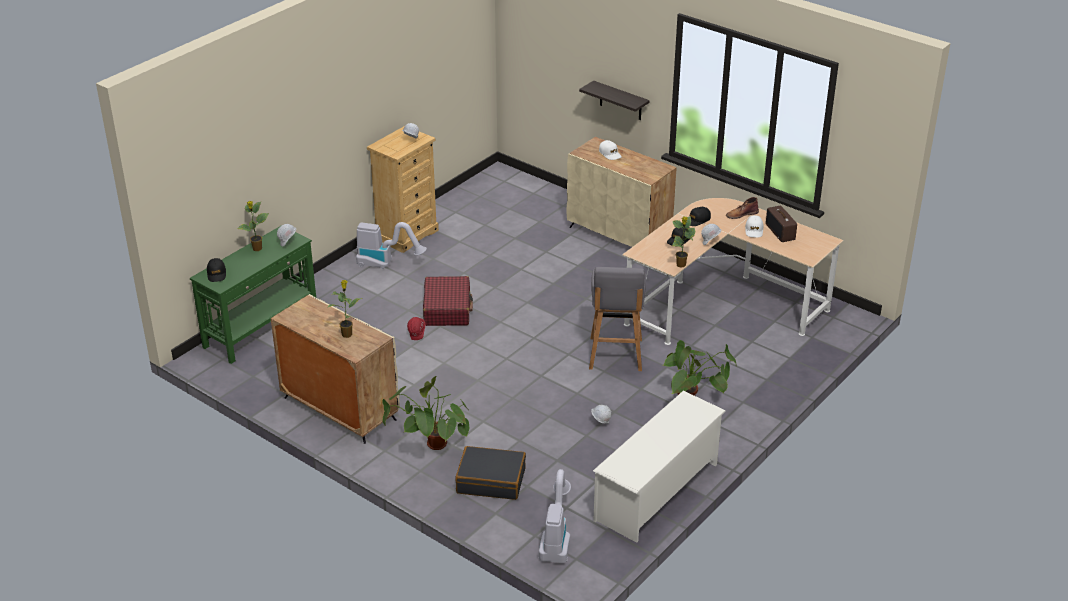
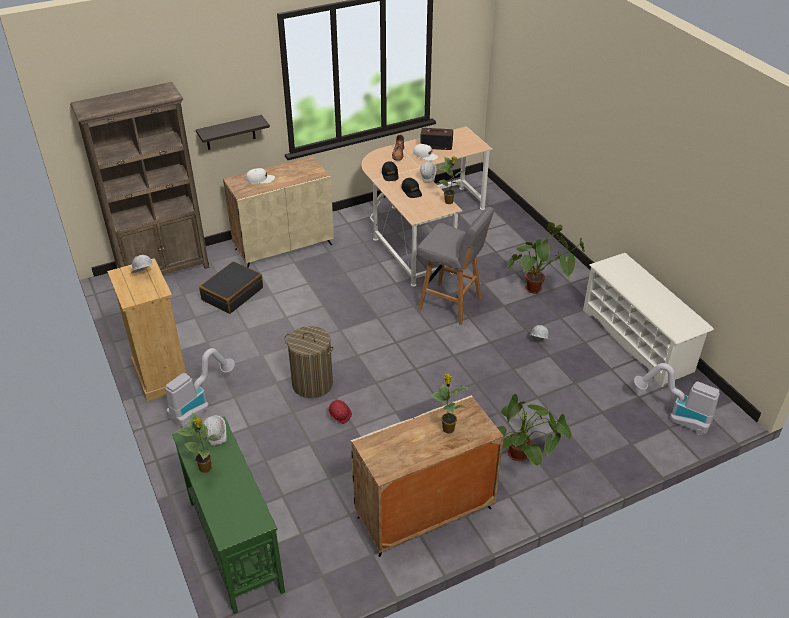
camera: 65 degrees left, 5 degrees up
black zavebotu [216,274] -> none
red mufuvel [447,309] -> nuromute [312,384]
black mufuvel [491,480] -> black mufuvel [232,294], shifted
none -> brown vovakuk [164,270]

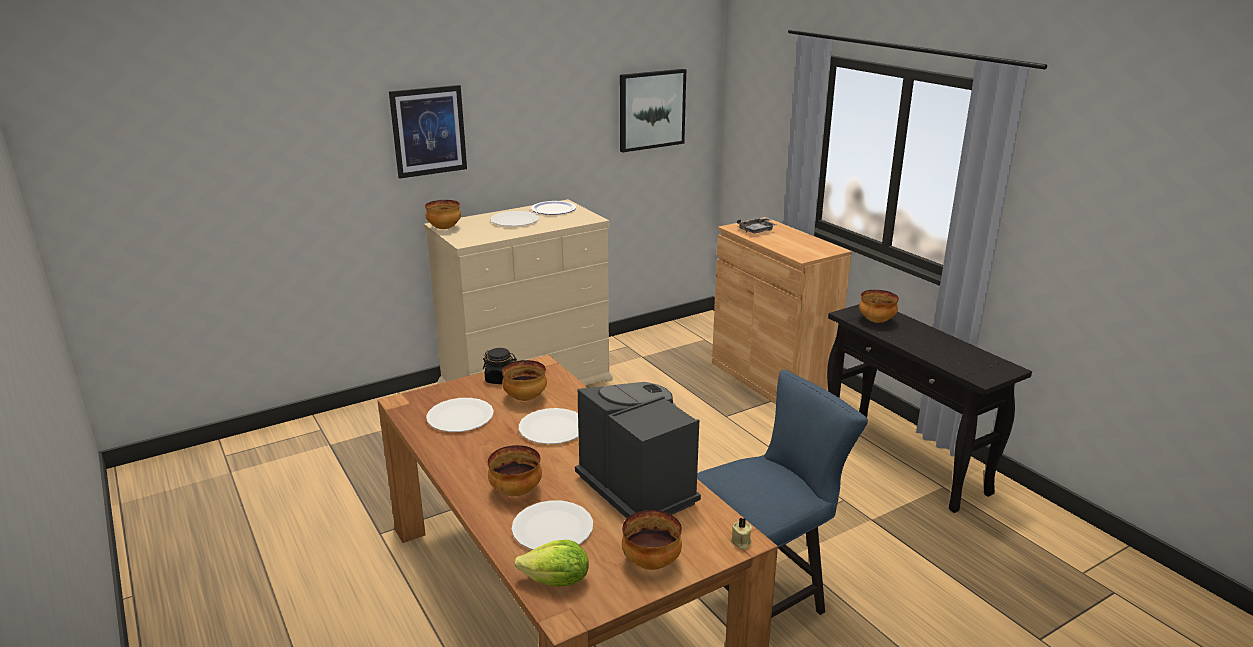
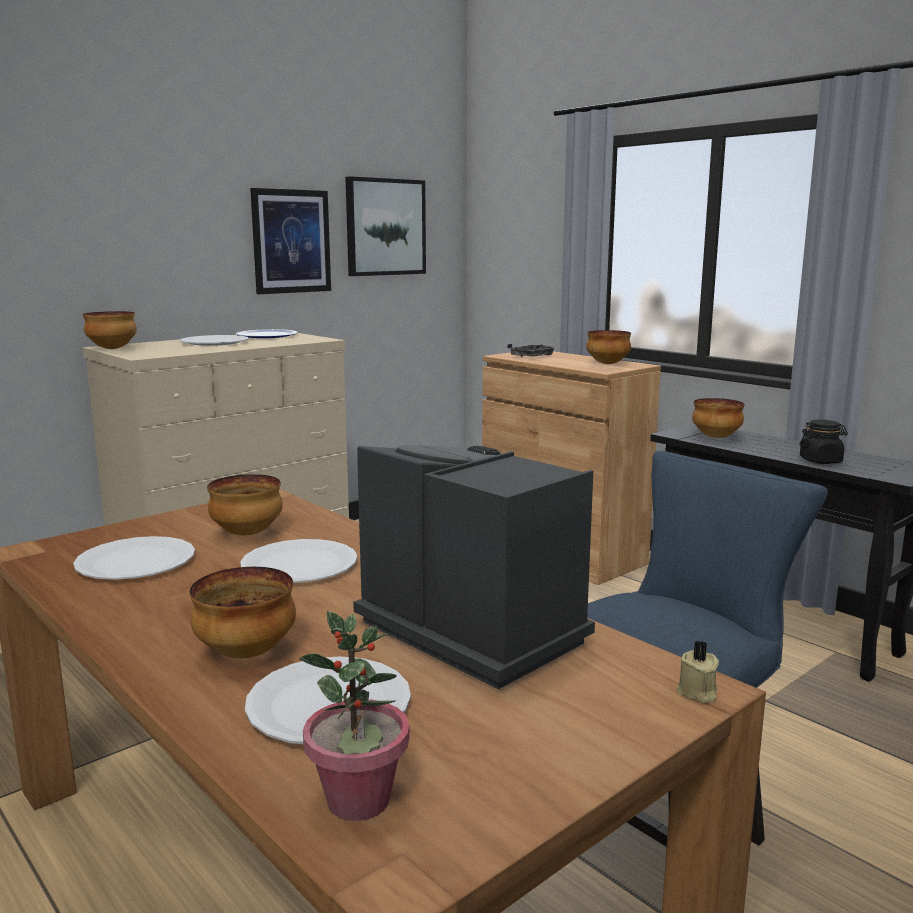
camera: 10 degrees left, 10 degrees down
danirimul [428,131] -> danirimul [291,241], shifted
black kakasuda [500,379] -> black kakasuda [821,461], shifted
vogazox [652,562] -> vogazox [608,364], shifted
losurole [556,582] -> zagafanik [358,801]

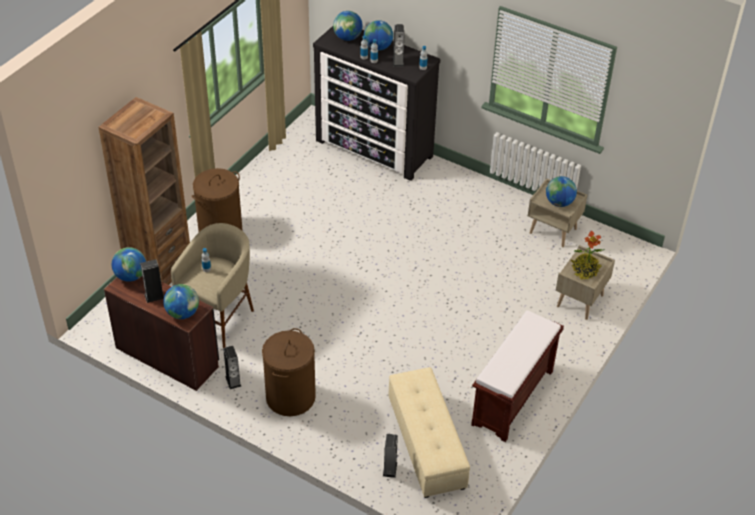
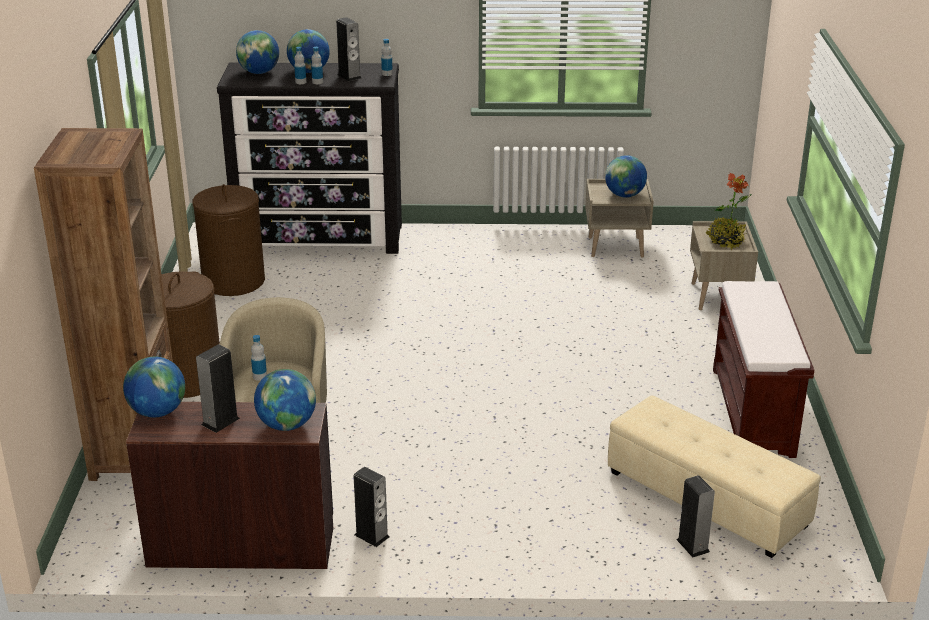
camera: 30 degrees left, 15 degrees down
brown nuromute [290,397] -> brown nuromute [233,281], shifted

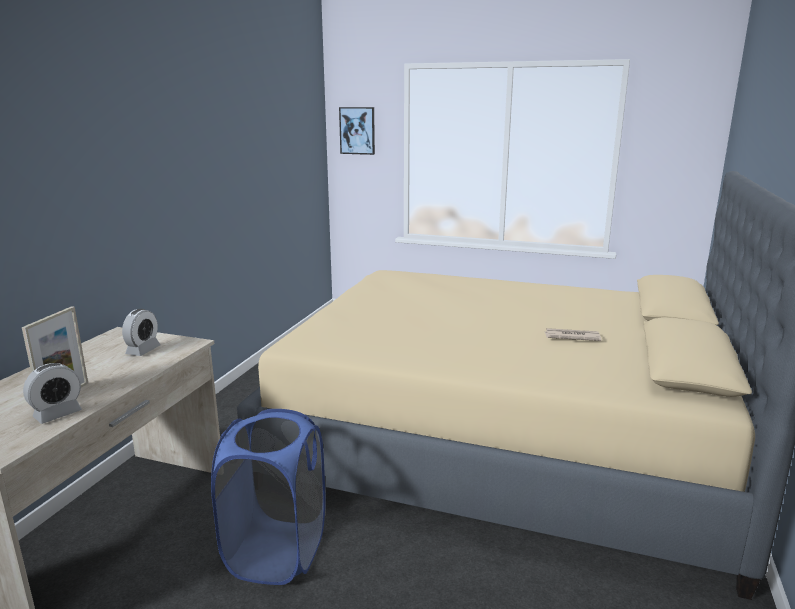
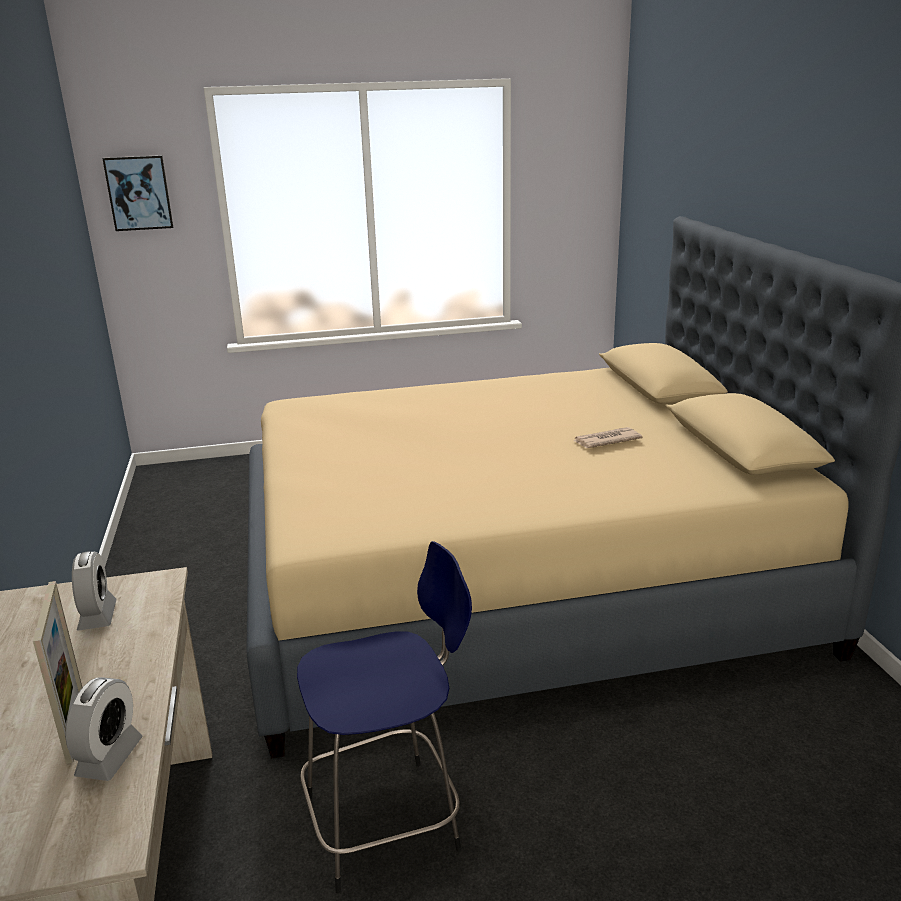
camera: 30 degrees left, 5 degrees up
blue nuromute [277,552] -> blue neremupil [388,821]

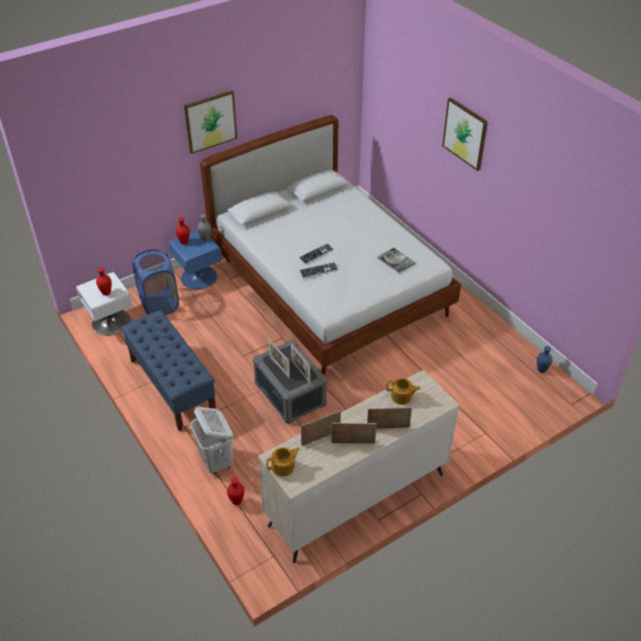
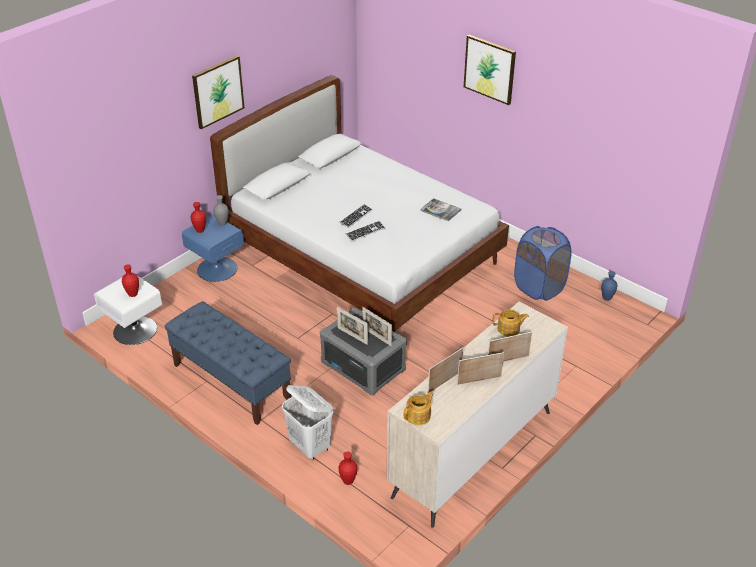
camera: 15 degrees left, 5 degrees down
blue nuromute [159,304] -> blue nuromute [539,287], shifted

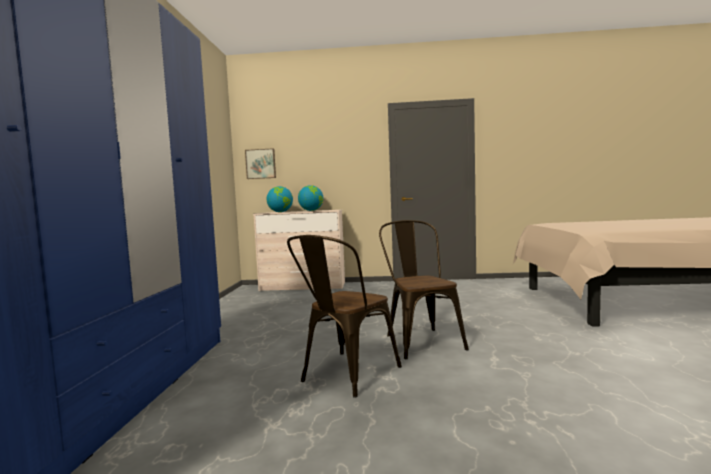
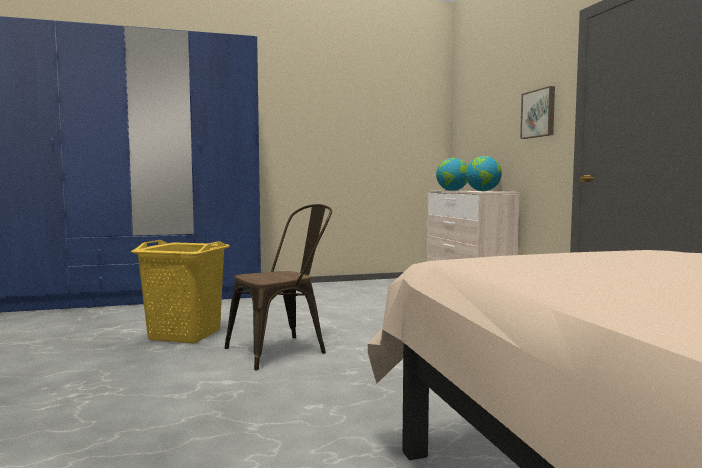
camera: 70 degrees right, 0 degrees up
danirimul [261,164] -> danirimul [539,113], shifted
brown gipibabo [345,376] -> yellow nuromute [185,334]

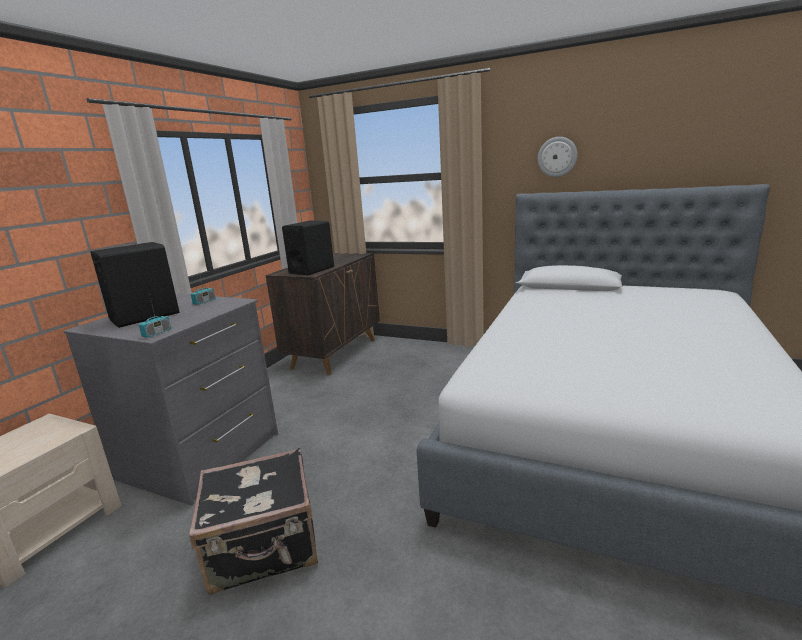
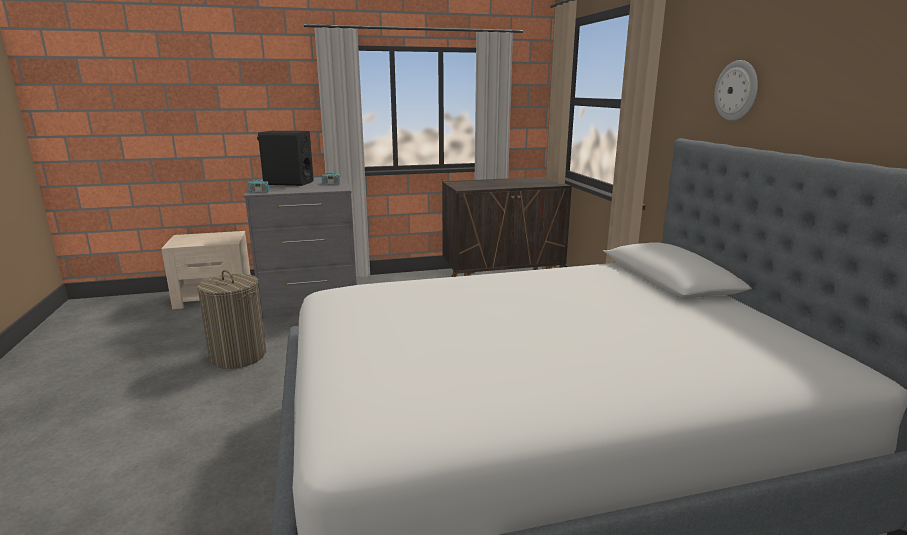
camera: 50 degrees right, 0 degrees up
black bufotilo [312,270] -> none
black mufuvel [265,547] -> nuromute [238,356]

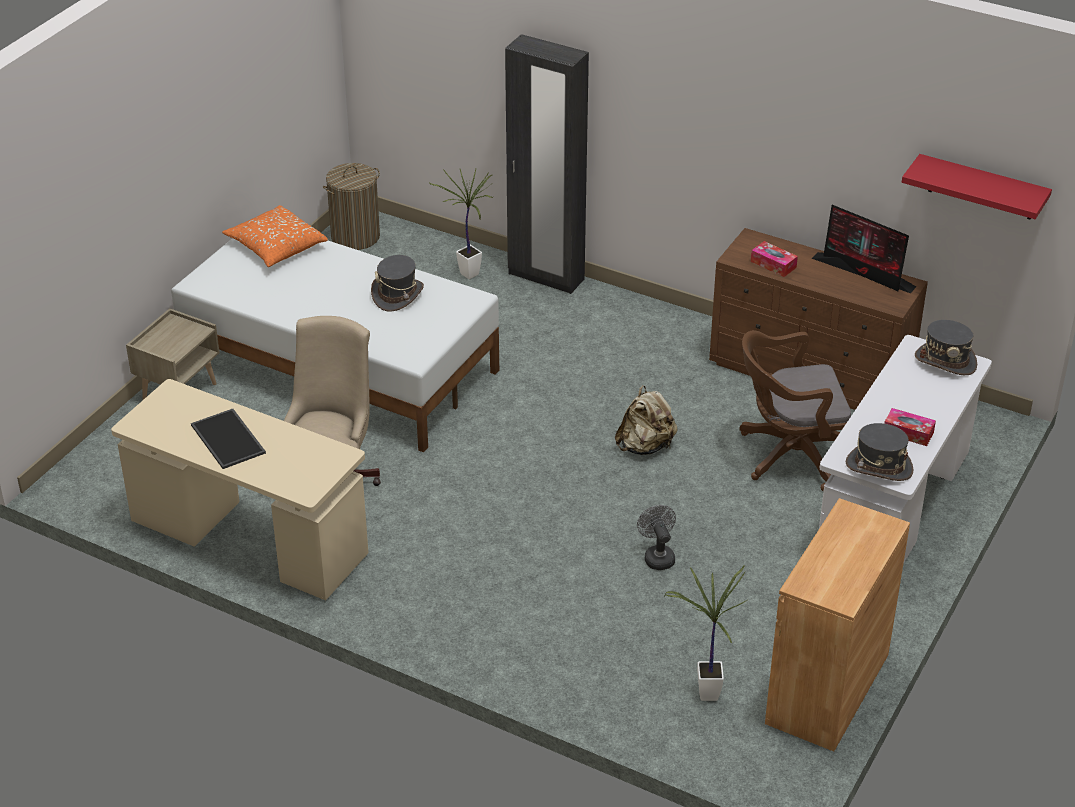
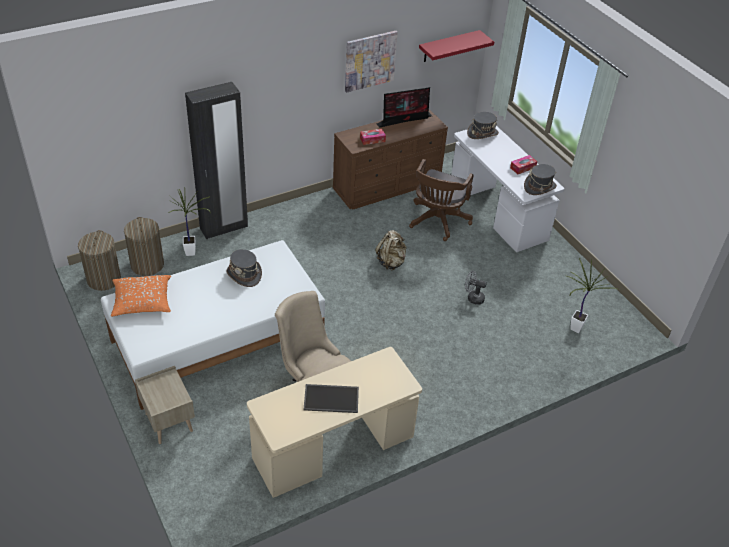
camera: 60 degrees left, 5 degrees up
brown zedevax [827,689] -> none
none -> danirimul [370,60]
none -> nuromute [147,265]

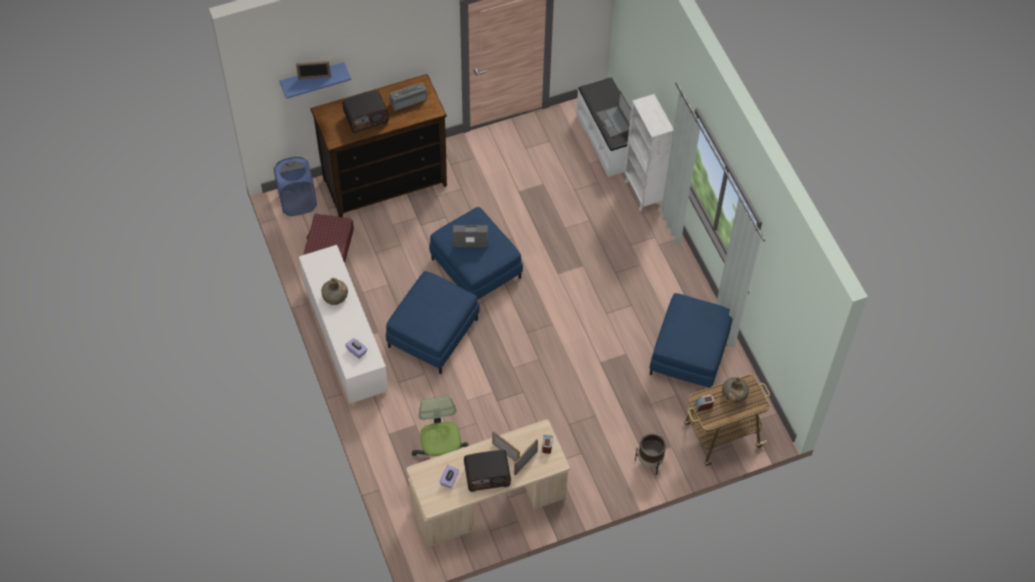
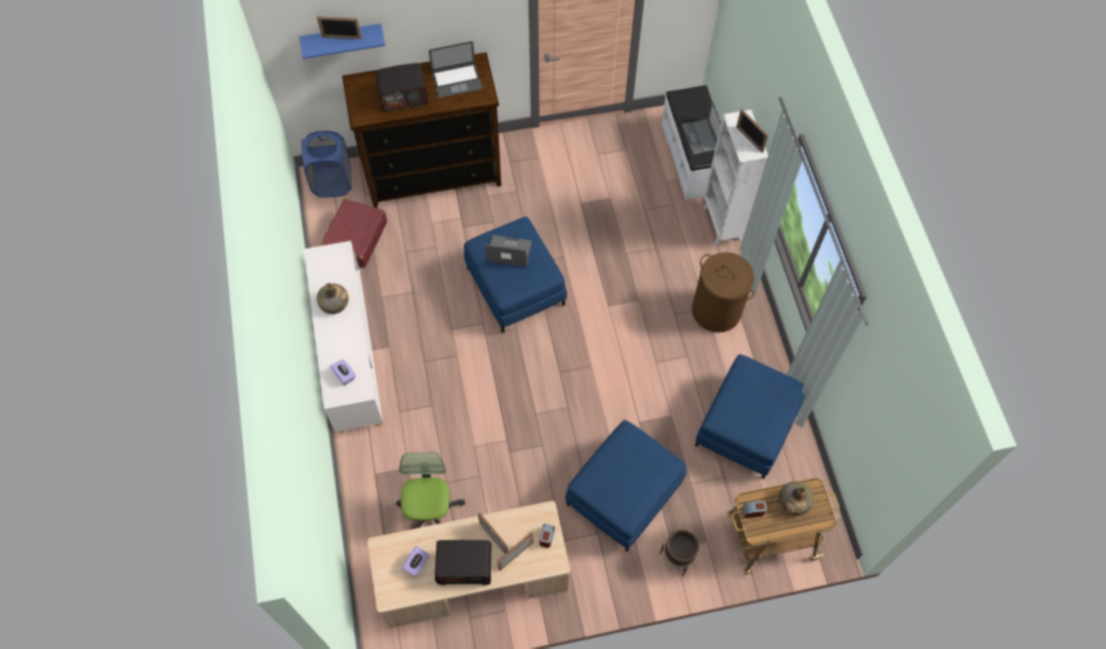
camera: 10 degrees right, 5 degrees up
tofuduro [407,100] -> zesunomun [456,80]
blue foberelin [433,333] -> blue foberelin [624,494], shifted
none -> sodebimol [749,139]
none -> brown nuromute [716,310]

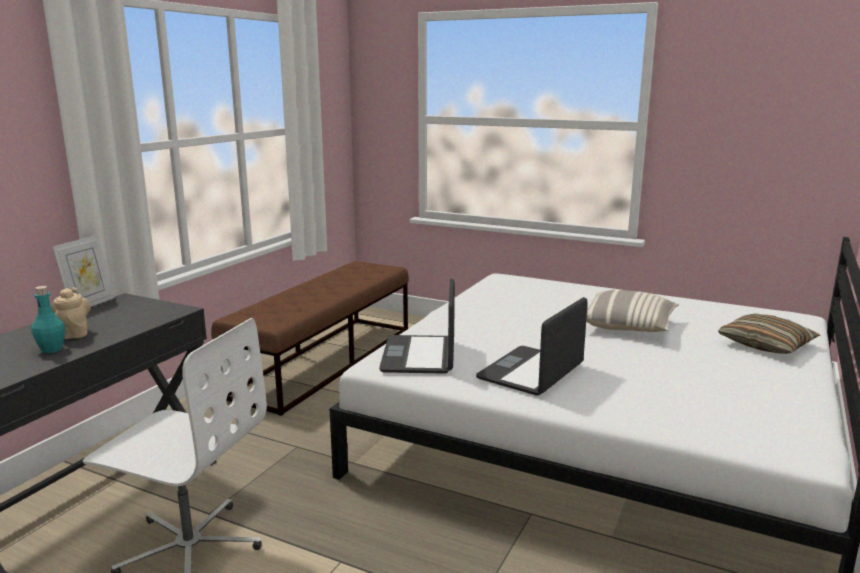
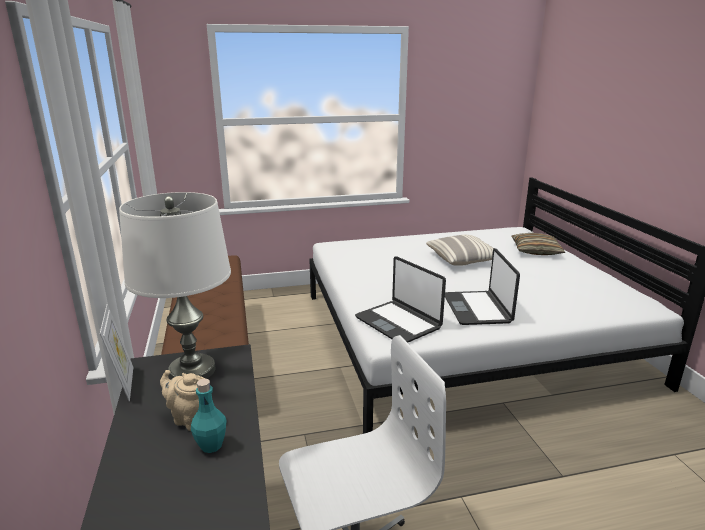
camera: 40 degrees left, 5 degrees up
none -> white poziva [192,370]

